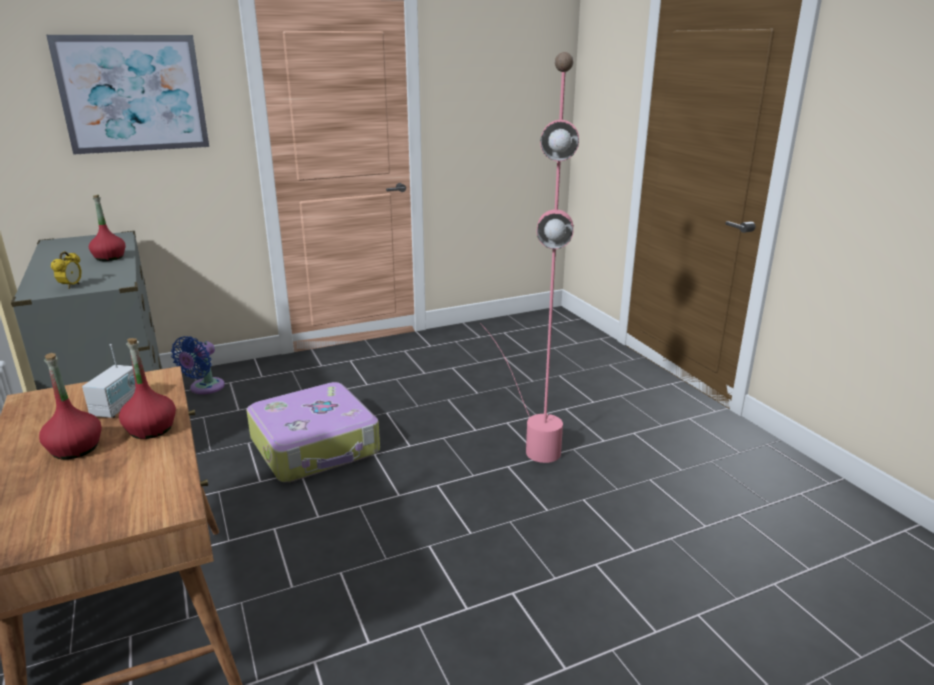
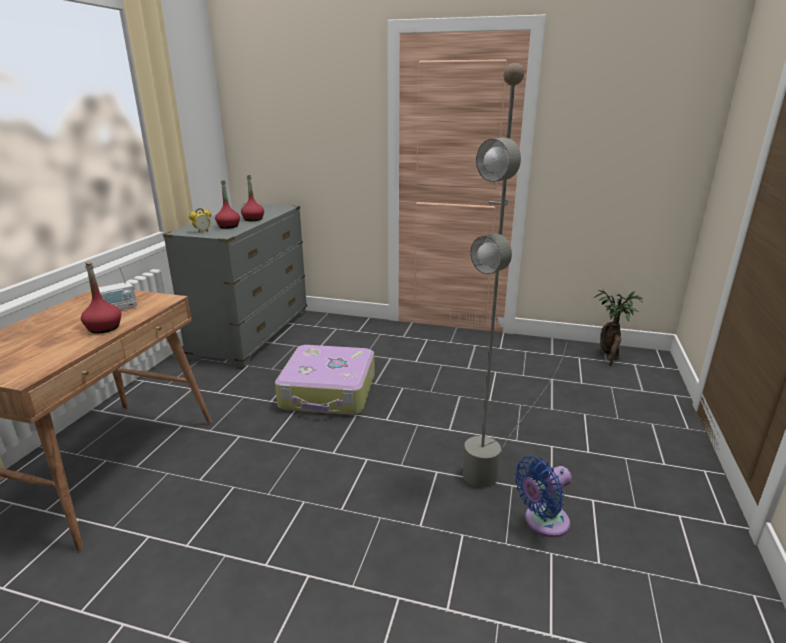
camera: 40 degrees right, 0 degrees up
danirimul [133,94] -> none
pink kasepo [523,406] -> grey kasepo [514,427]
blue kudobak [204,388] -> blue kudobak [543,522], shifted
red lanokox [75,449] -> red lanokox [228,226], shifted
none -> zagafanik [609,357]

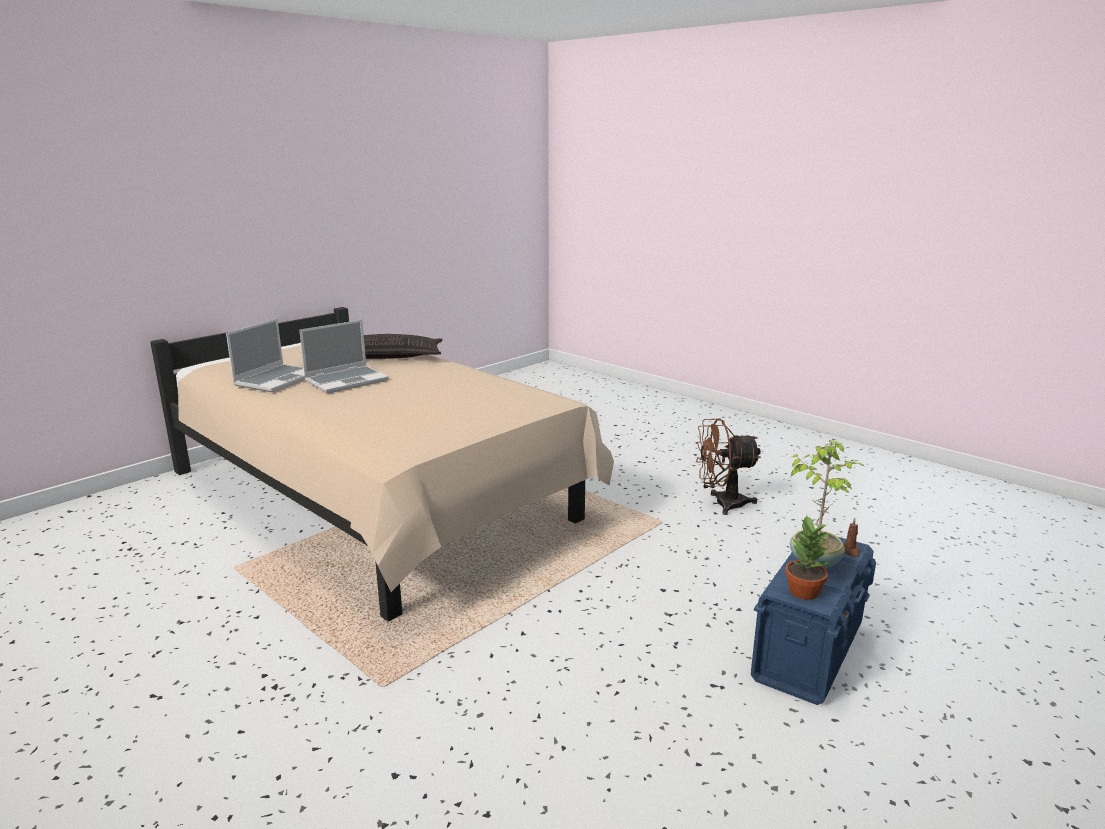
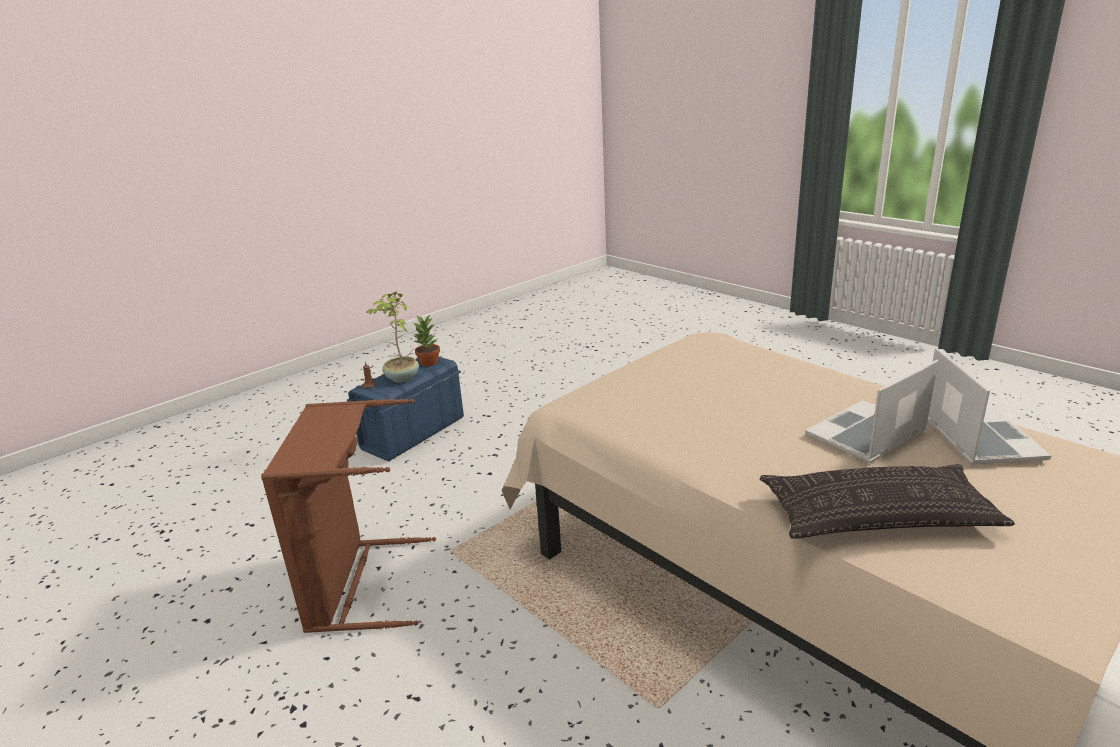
camera: 175 degrees left, 5 degrees up
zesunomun [277,379] -> zesunomun [978,437], 150 degrees clockwise
brown kudobak [722,504] -> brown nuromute [358,584]

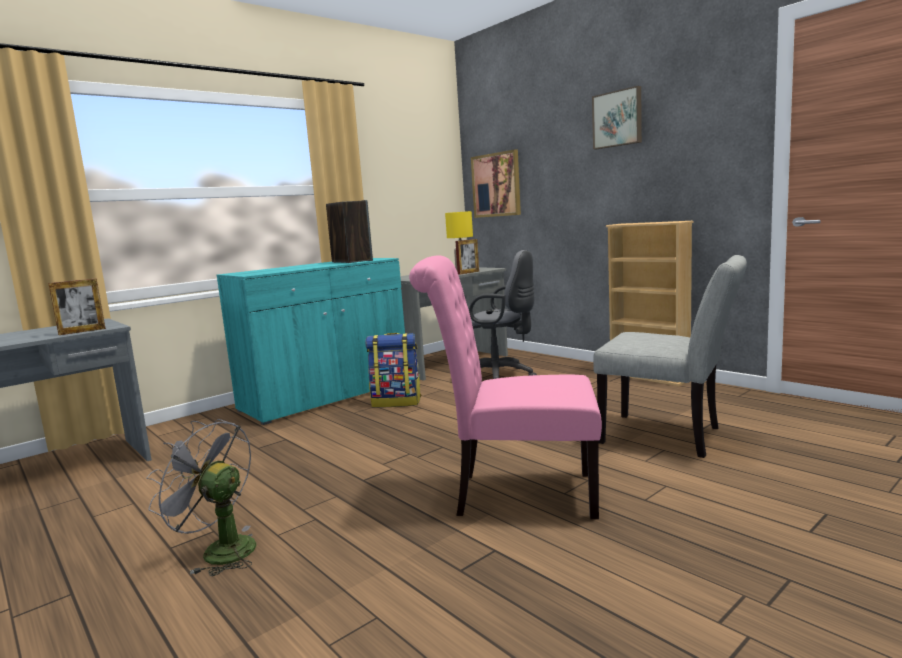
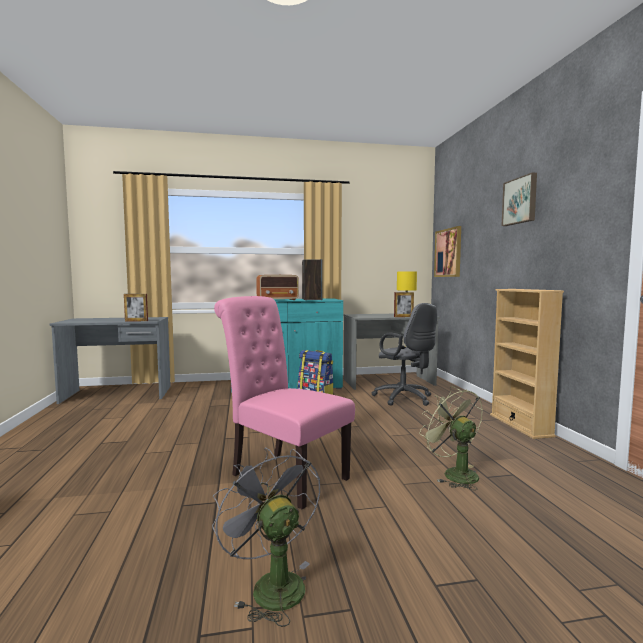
camera: 30 degrees right, 5 degrees down
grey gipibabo [670,437] -> green kudobak [454,474]
grey kudobak [219,550] -> grey kudobak [271,584], shifted
none -> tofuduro [278,300]

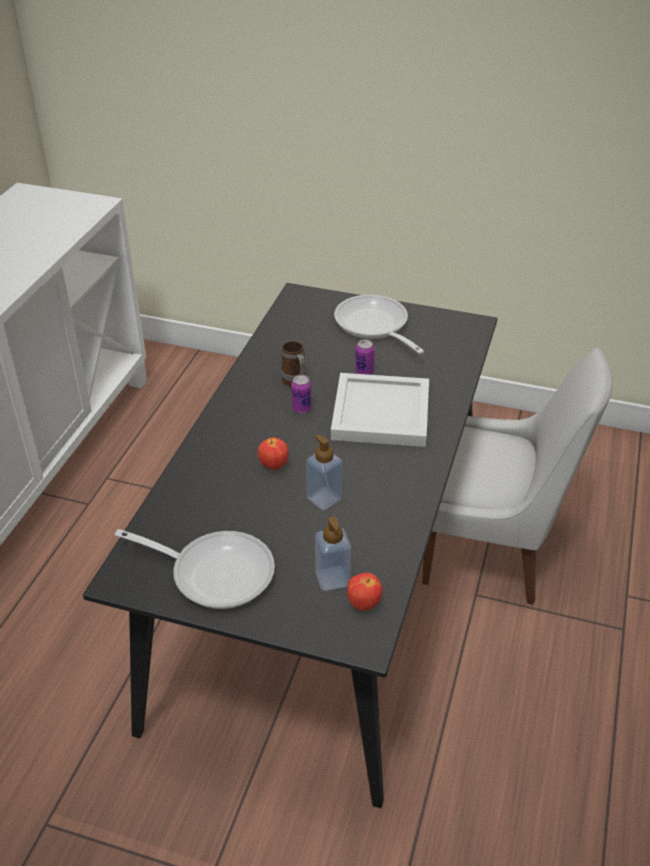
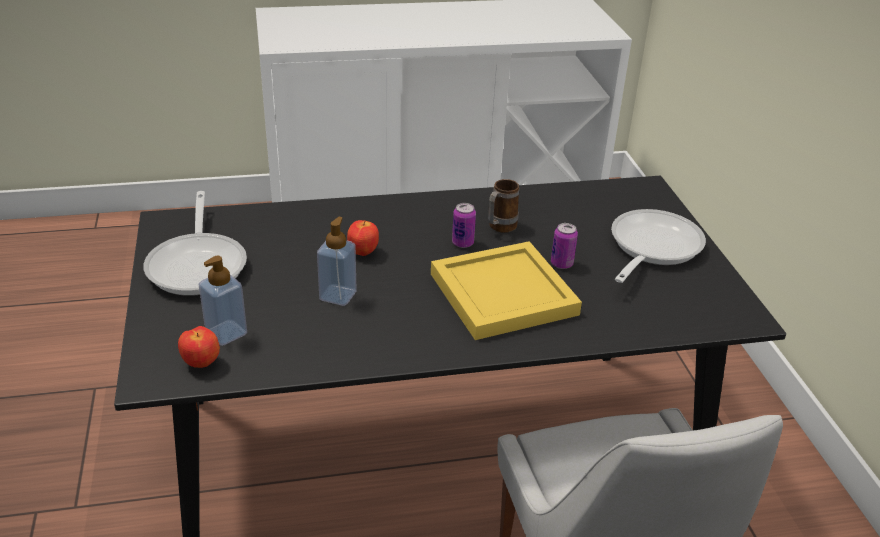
camera: 60 degrees right, 5 degrees down
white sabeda [382,412] -> yellow sabeda [505,294]

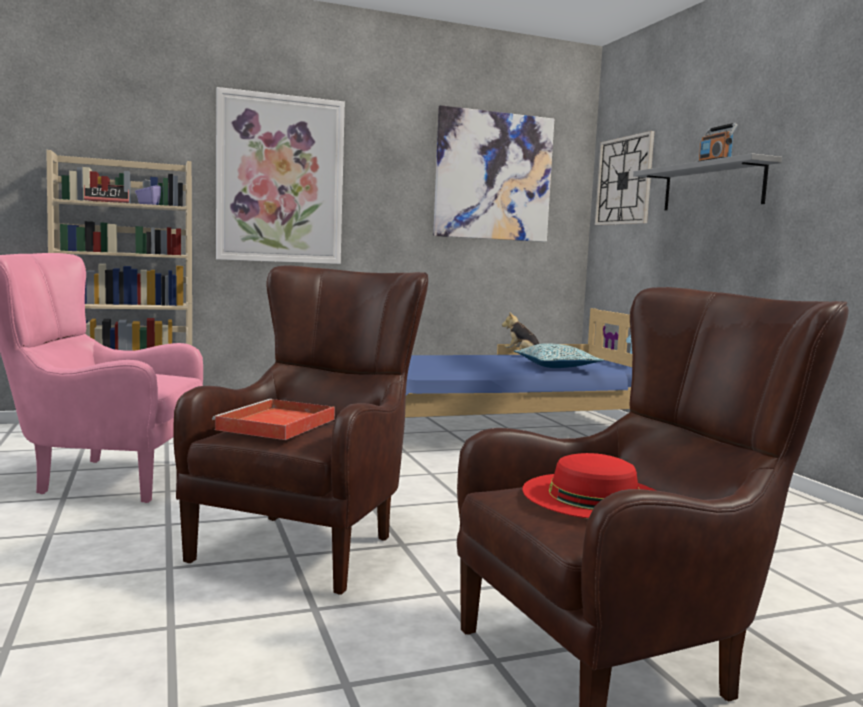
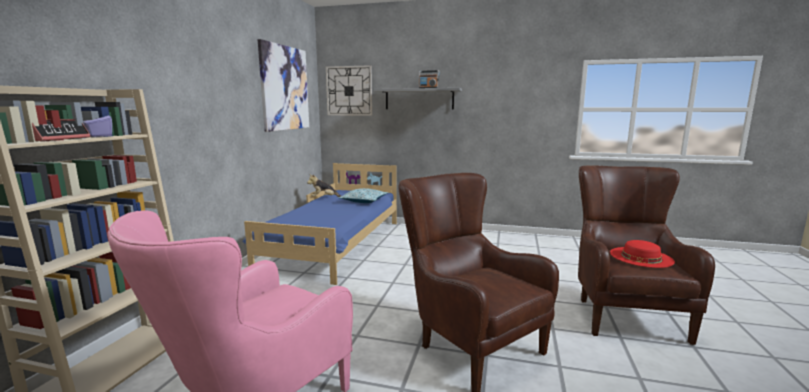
camera: 55 degrees left, 5 degrees up
danirimul [280,179] -> none
red sabeda [276,425] -> none

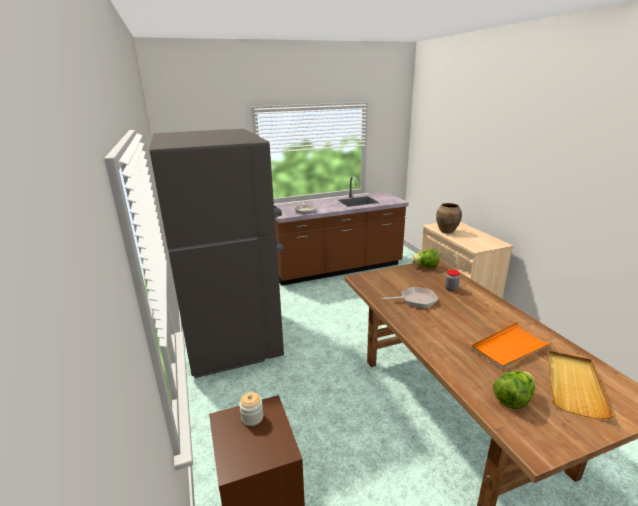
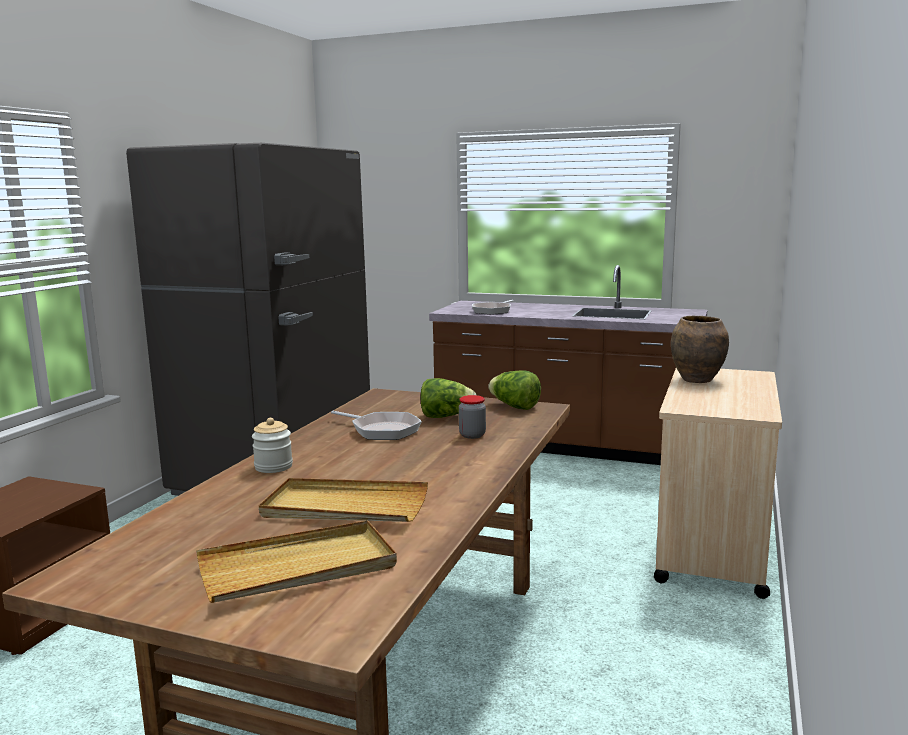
camera: 40 degrees right, 10 degrees down
orange sabeda [510,348] -> beige sabeda [344,507]
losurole [513,399] -> losurole [446,417], shifted
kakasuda [252,417] -> kakasuda [273,467], shifted

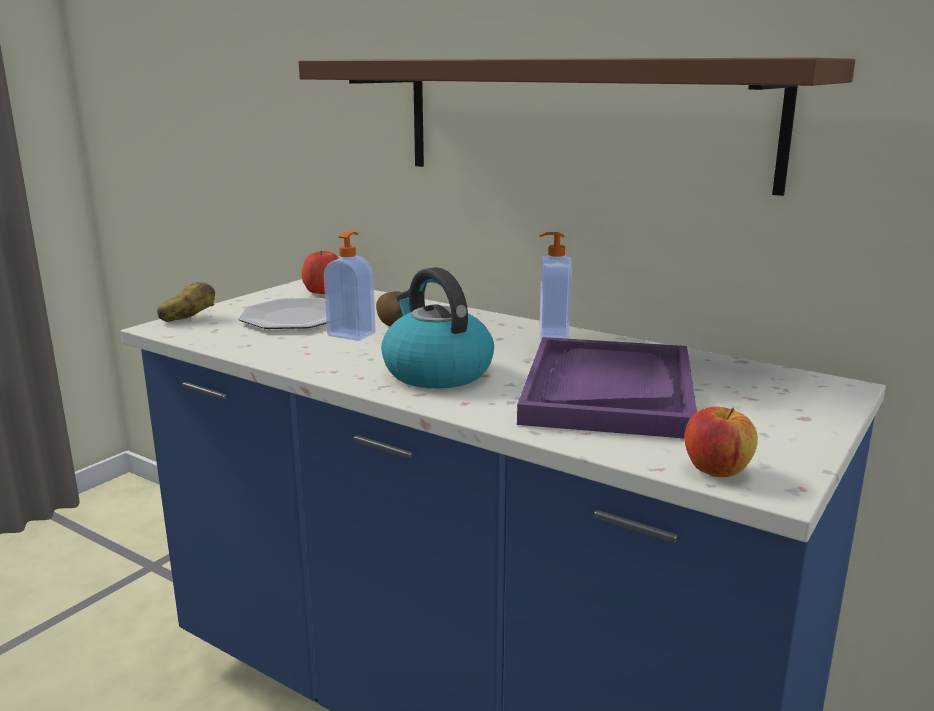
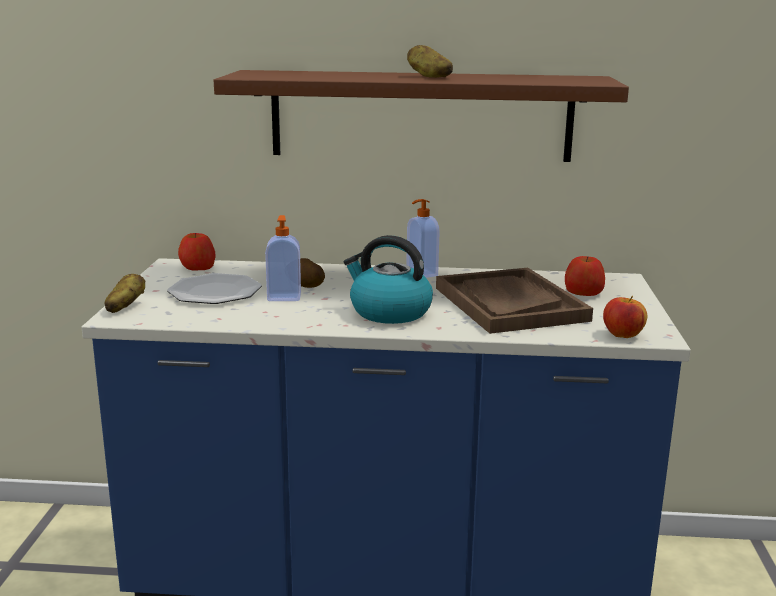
camera: 30 degrees left, 0 degrees up
purple sabeda [608,391] -> brown sabeda [509,304]
none -> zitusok [428,76]
none -> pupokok [583,293]

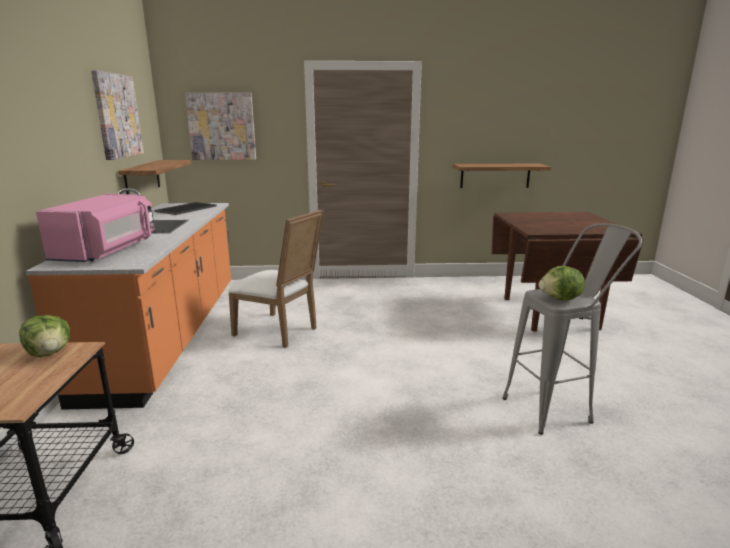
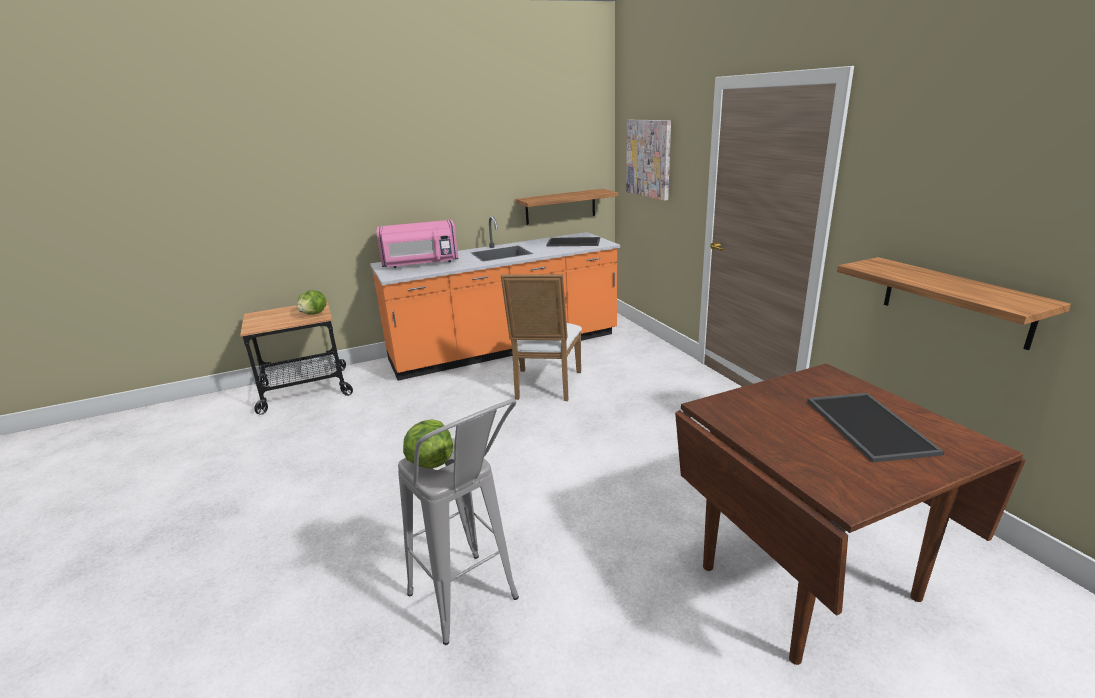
camera: 70 degrees right, 5 degrees up
danirimul [117,116] -> none
none -> sabeda [866,425]

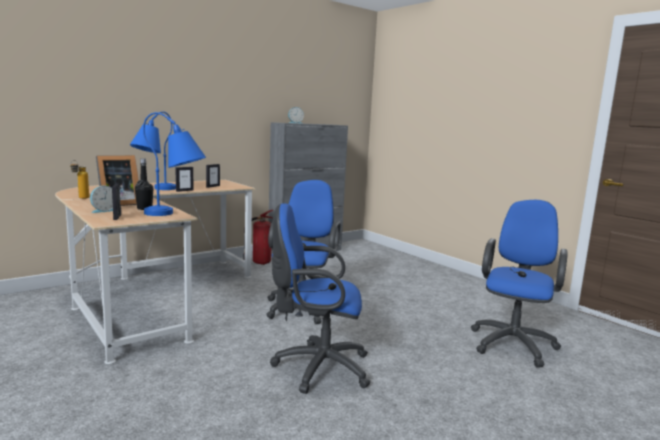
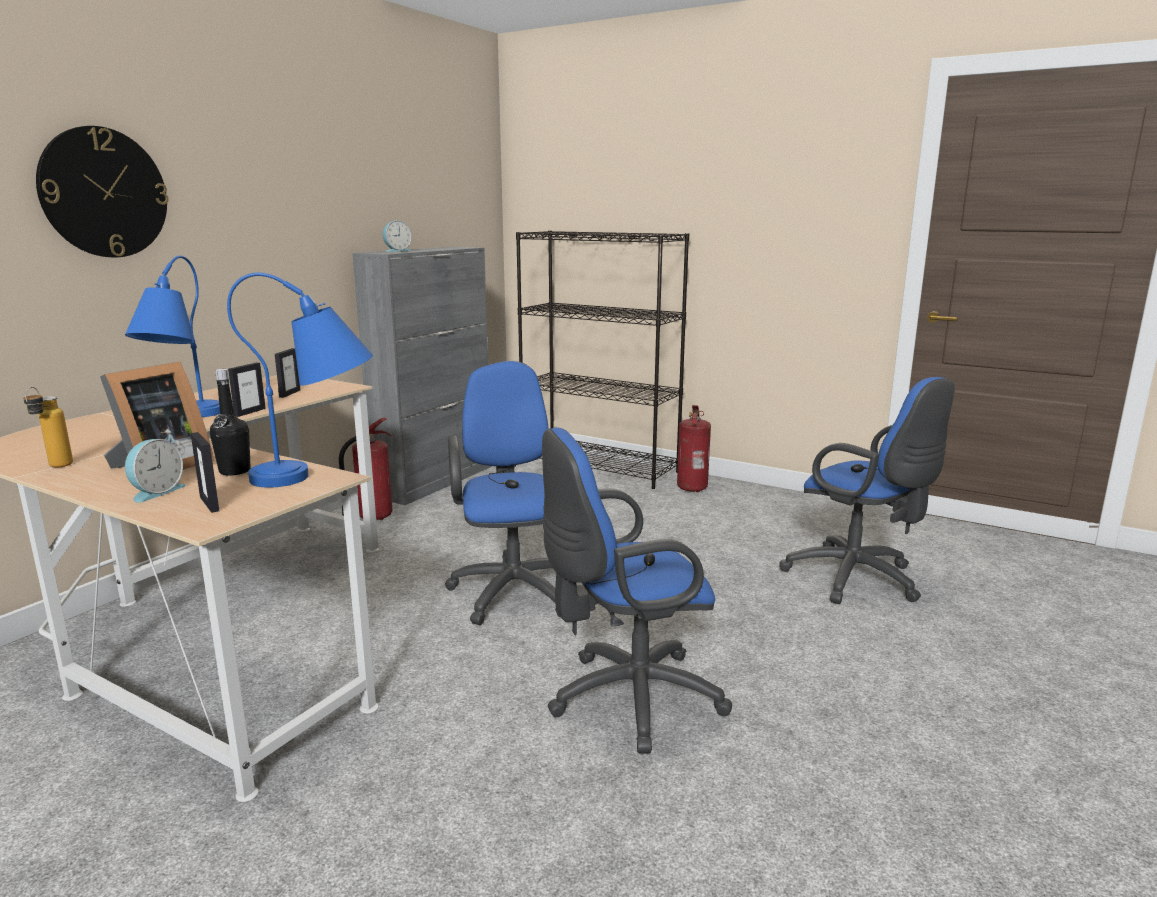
camera: 20 degrees left, 5 degrees up
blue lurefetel [513,342] -> blue lurefetel [858,580], 135 degrees clockwise
none -> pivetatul [104,193]
none -> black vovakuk [600,467]
none -> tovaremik [692,488]

